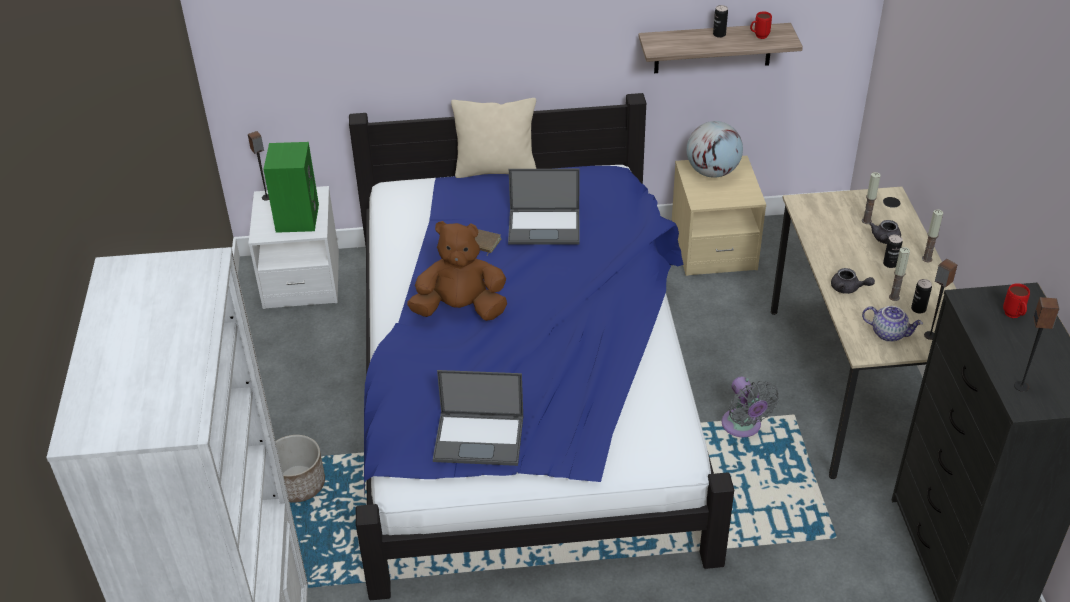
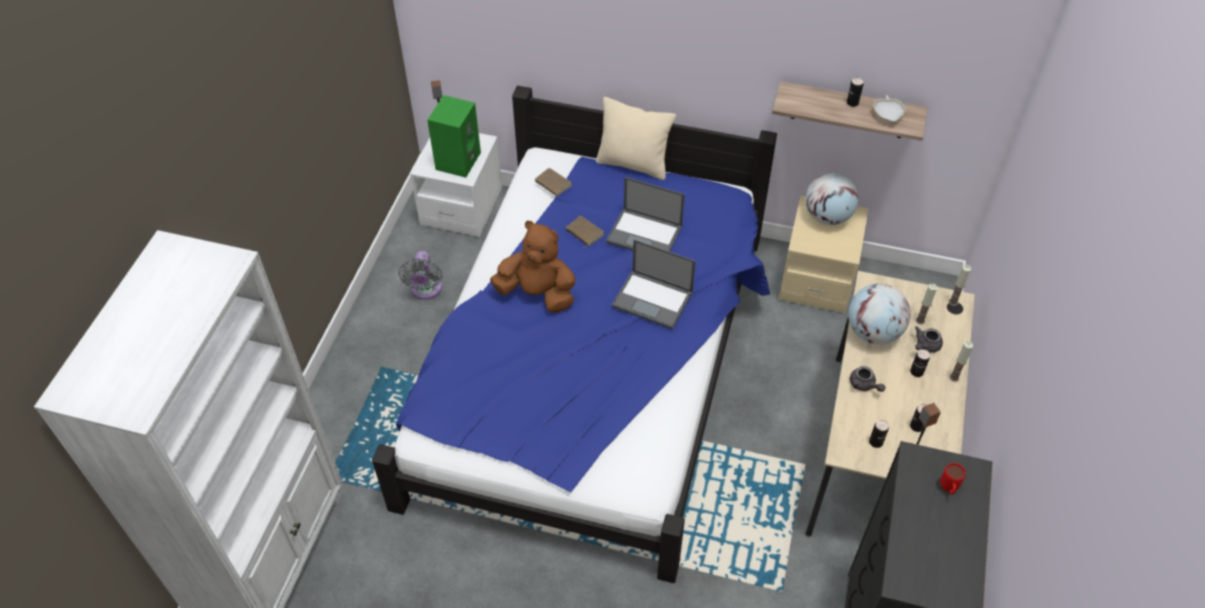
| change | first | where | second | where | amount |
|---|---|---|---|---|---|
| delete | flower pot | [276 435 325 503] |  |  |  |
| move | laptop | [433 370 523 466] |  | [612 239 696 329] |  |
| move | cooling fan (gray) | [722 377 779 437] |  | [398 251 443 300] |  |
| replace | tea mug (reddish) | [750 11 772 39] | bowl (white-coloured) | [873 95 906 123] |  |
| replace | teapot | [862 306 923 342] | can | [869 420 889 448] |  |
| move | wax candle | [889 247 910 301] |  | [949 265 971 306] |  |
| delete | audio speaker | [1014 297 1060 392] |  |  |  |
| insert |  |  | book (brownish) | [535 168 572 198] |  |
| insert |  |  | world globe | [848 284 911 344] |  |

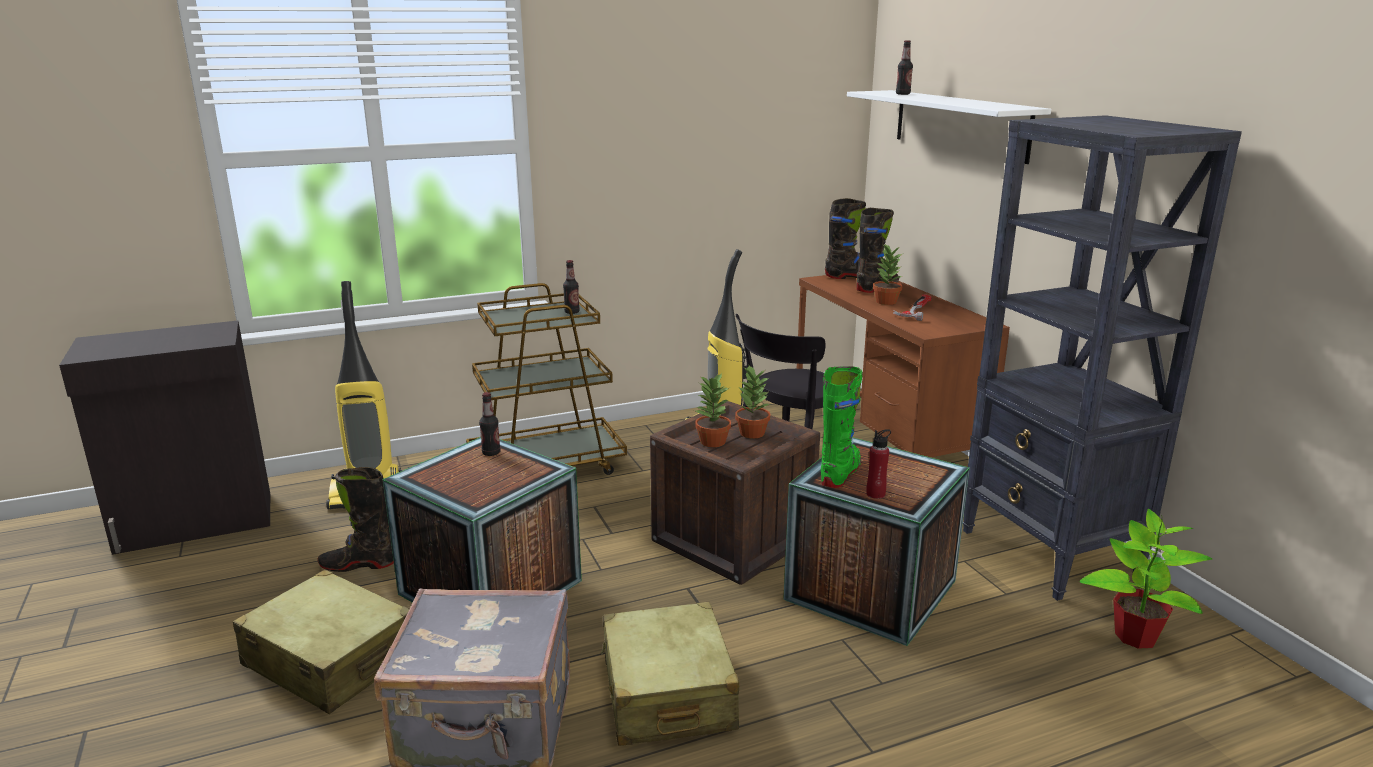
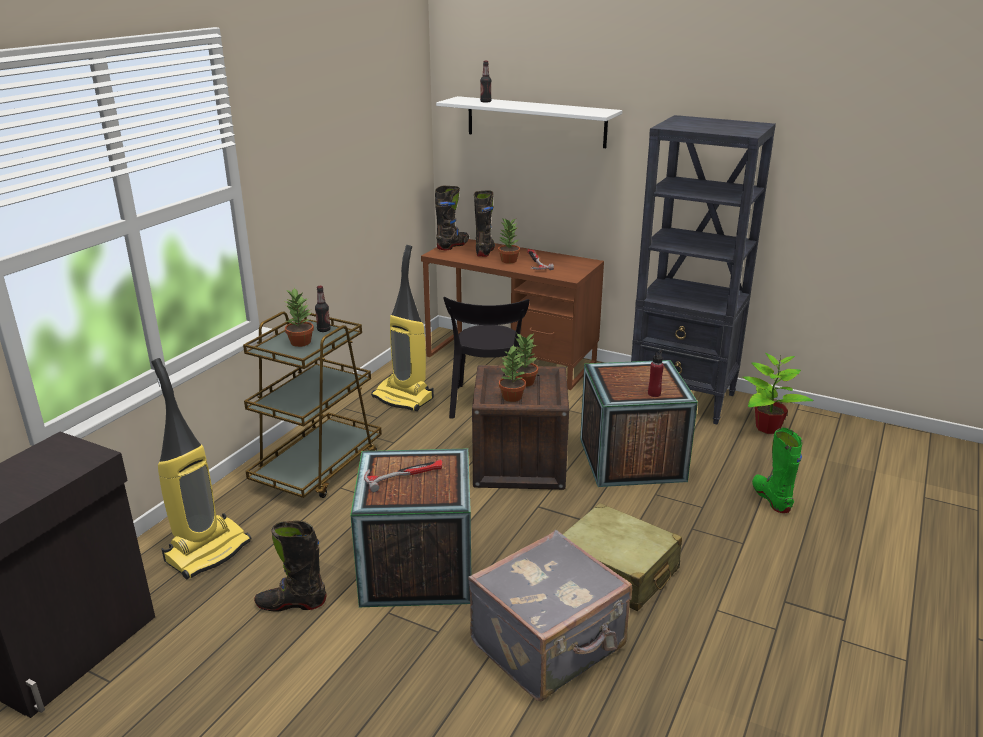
| change | first | where | second | where | amount |
|---|---|---|---|---|---|
| delete | suitcase (sand-coloured) | [233 569 409 714] |  |  |  |
| rotate | boot (black) | [317 467 394 572] |  | [254 521 327 612] | 45 degrees clockwise |
| delete | beverage bottle | [479 392 501 456] |  |  |  |
| move | boot (green-coloured) | [821 366 863 488] |  | [752 428 802 513] |  |
| insert |  |  | houseplant | [285 287 314 347] |  |
| insert |  |  | tool hammer | [364 460 442 492] |  |

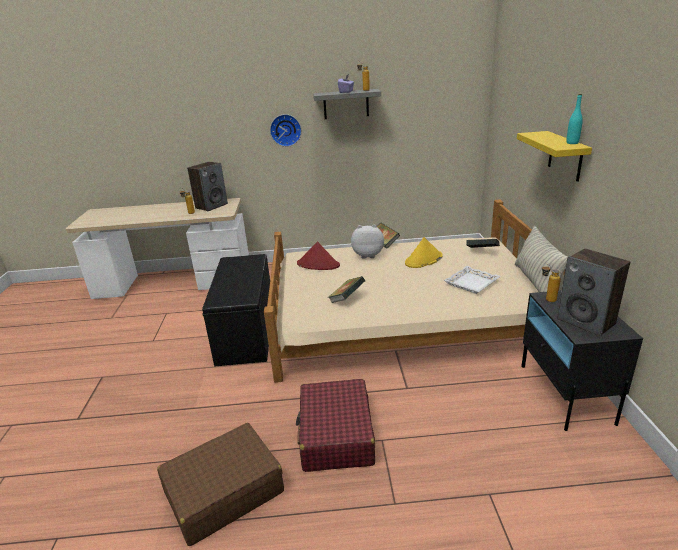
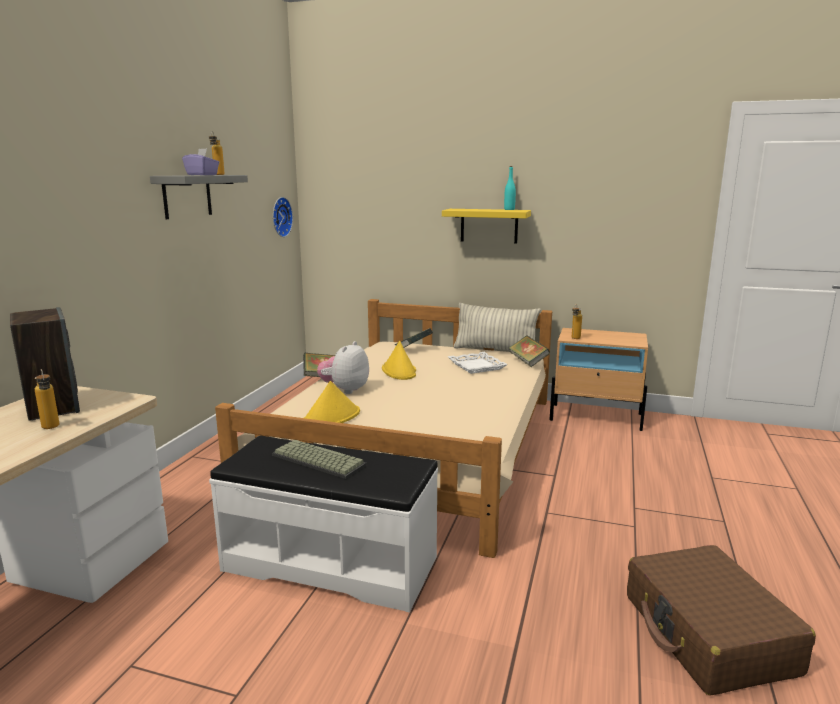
| change | first | where | second | where | amount |
|---|---|---|---|---|---|
| recolor | long seat (black) | [202 254 270 367] | long seat (white-coloured) | [209 436 438 613] |  |
| move | hanging clock | [270 114 302 147] |  | [273 197 293 237] |  |
| delete | suitcase (reddish) | [296 379 375 472] |  |  |  |
| recolor | wearable hat (reddish) | [297 242 340 270] | wearable hat (yellow) | [304 381 360 423] |  |
| move | book | [329 276 365 303] |  | [509 335 550 367] |  |
| recolor | nightstand (black) | [521 290 643 431] | nightstand (sand-coloured) | [549 328 648 431] |  |
| delete | audio speaker | [557 248 630 337] |  |  |  |
| insert |  |  | keyboard | [272 440 367 479] |  |

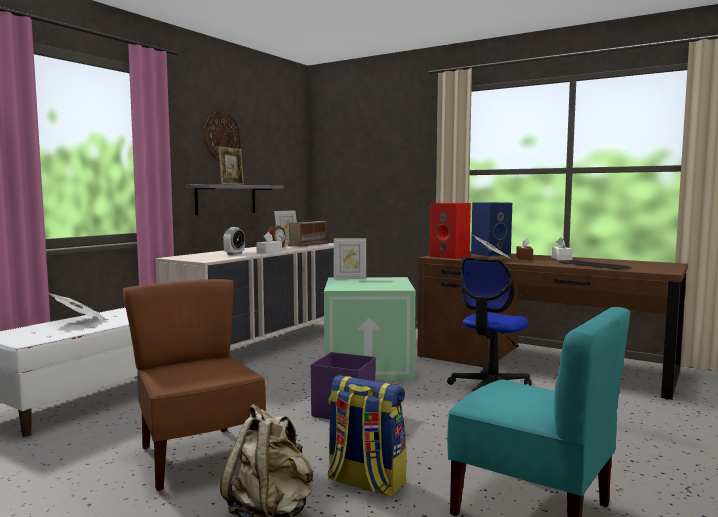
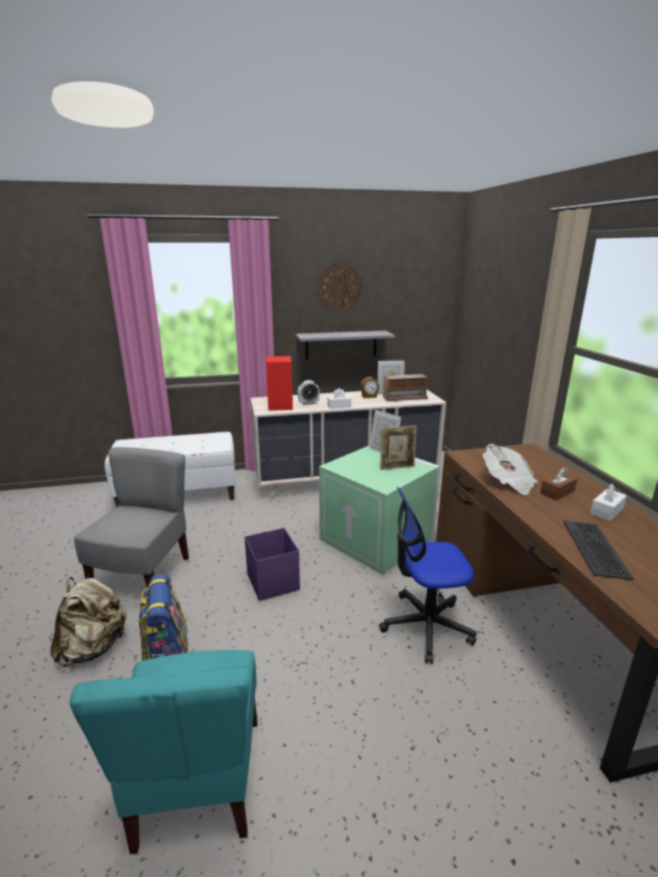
| change | first | where | second | where | amount |
|---|---|---|---|---|---|
| delete | printed paper | [47 293 108 320] |  |  |  |
| recolor | upright chair (brownish) | [123 279 266 491] | upright chair (gray) | [74 447 189 588] |  |
| move | photo frame | [218 146 244 185] |  | [380 426 417 470] |  |
| move | audio speaker (reddish) | [430 203 471 259] |  | [266 356 293 411] |  |
| delete | audio speaker (blue) | [471 202 512 256] |  |  |  |

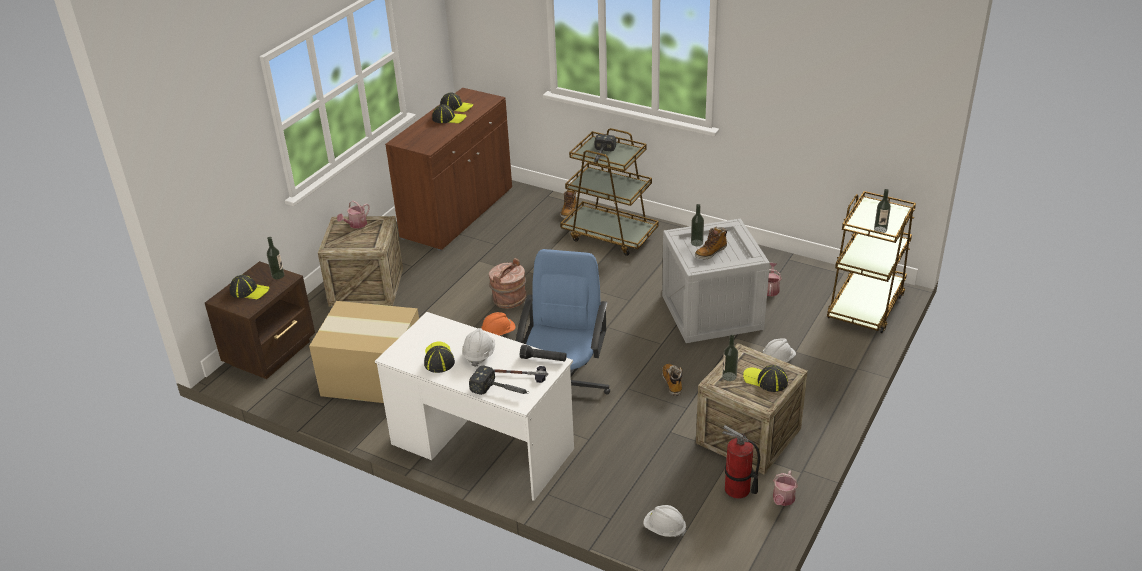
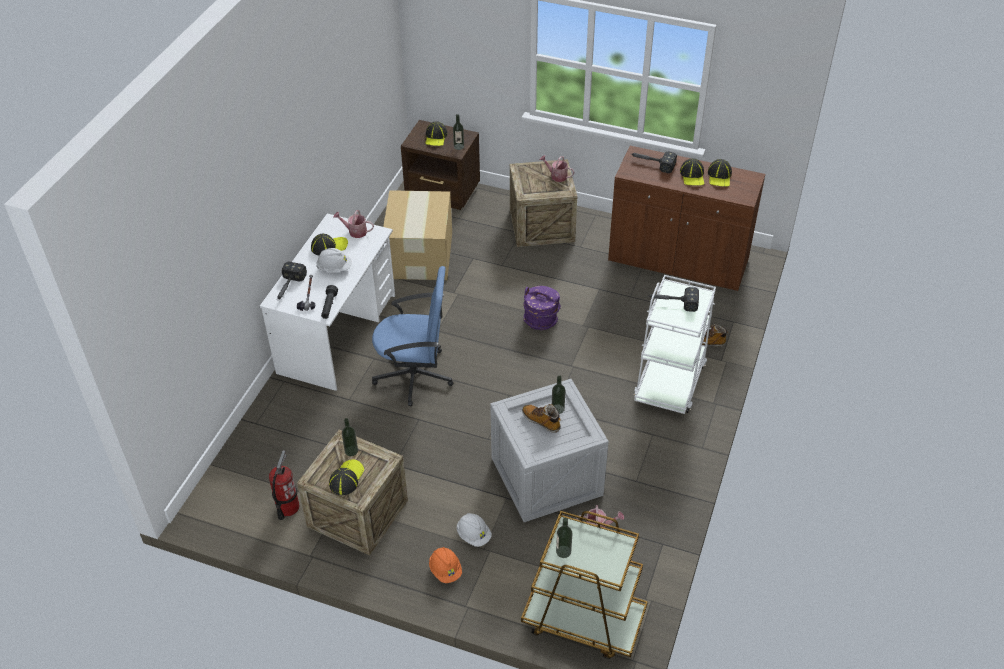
| change | first | where | second | where | amount |
|---|---|---|---|---|---|
| move | safety helmet (orange) | [481 312 516 336] |  | [429 547 462 583] |  |
| recolor | pail (brownish) | [489 258 527 309] | pail (purple-coloured) | [523 286 561 330] |  |
| recolor | trolley (brownish) | [560 128 659 256] | trolley (white-coloured) | [634 275 716 414] |  |
| delete | safety helmet (white-coloured) | [643 505 687 537] |  |  |  |
| delete | boot | [662 363 682 396] |  |  |  |
| move | watering pot | [773 470 798 506] |  | [333 210 374 238] |  |
| insert |  |  | tool hammer | [630 151 677 173] |  |

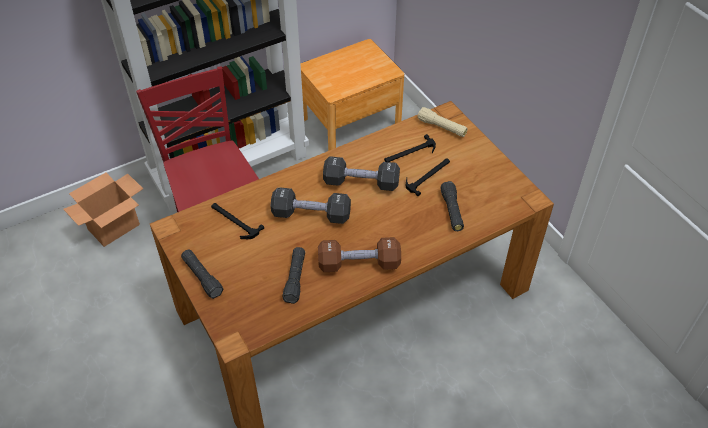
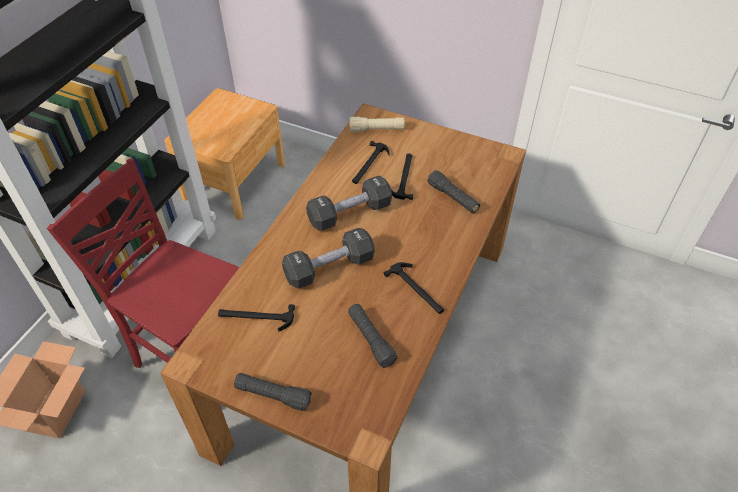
| change | first | where | second | where | amount |
|---|---|---|---|---|---|
| replace | dumbbell (brownish) | [318 237 401 272] | tool hammer | [384 262 444 314] |  |

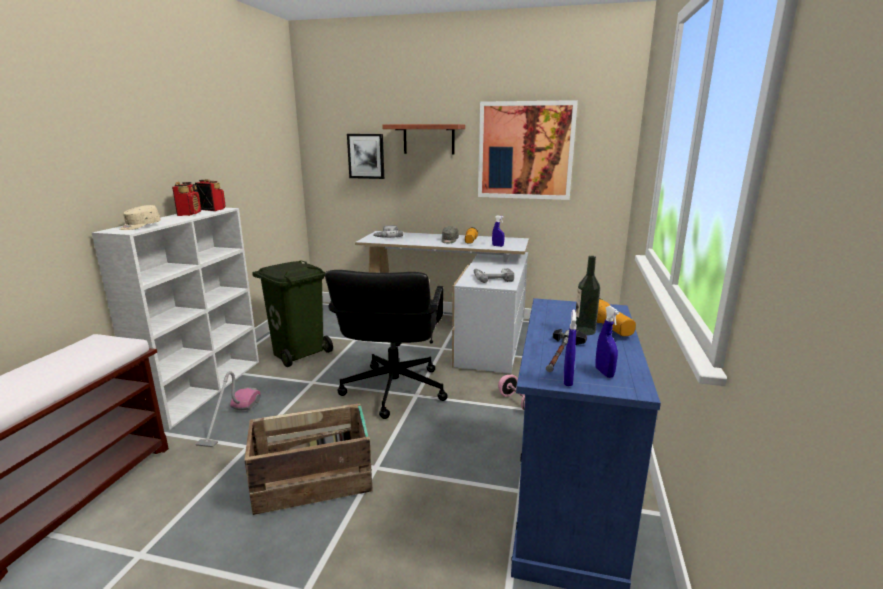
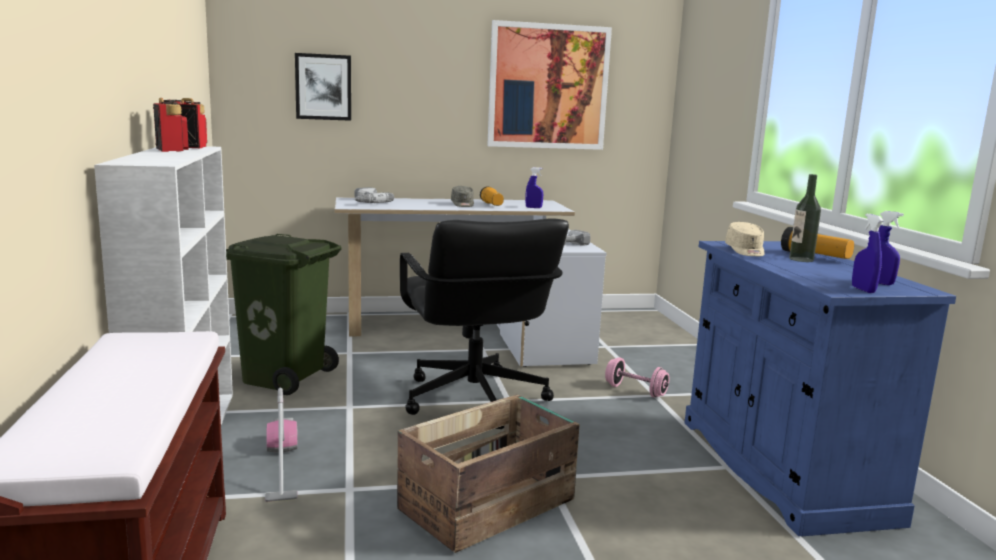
| change | first | where | second | where | amount |
|---|---|---|---|---|---|
| move | peaked cap (sand-coloured) | [120 205 161 230] |  | [725 222 765 256] |  |
| delete | wall shelf | [382 124 465 154] |  |  |  |
| delete | tool hammer | [546 329 587 372] |  |  |  |

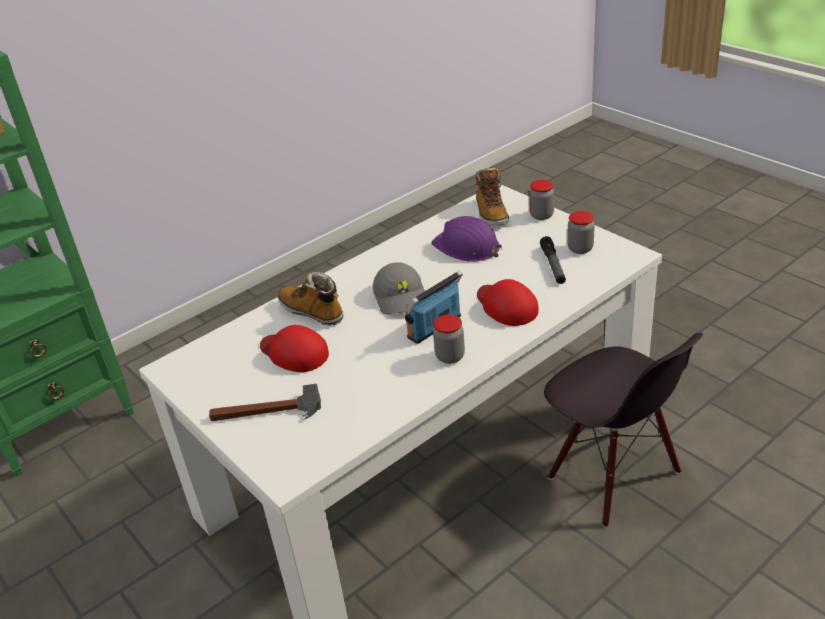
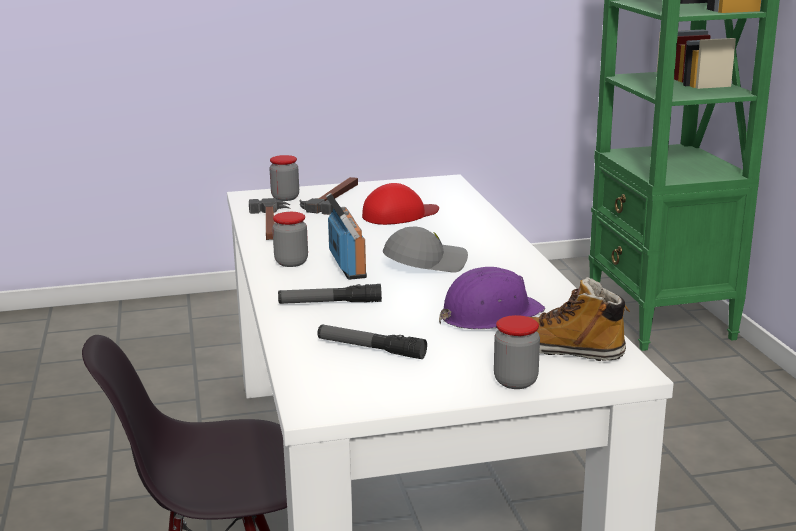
| change | first | where | second | where | amount |
|---|---|---|---|---|---|
| delete | boot | [278 272 344 325] |  |  |  |
| rotate | peaked cap (gray) | [373 262 425 315] |  | [383 227 468 273] | 150 degrees clockwise |
| replace | peaked cap (reddish) | [477 279 538 326] | flashlight | [278 284 382 304] |  |
| move | storage jar | [567 211 595 254] |  | [269 155 299 201] |  |
| insert |  |  | tool hammer | [249 198 290 240] |  |

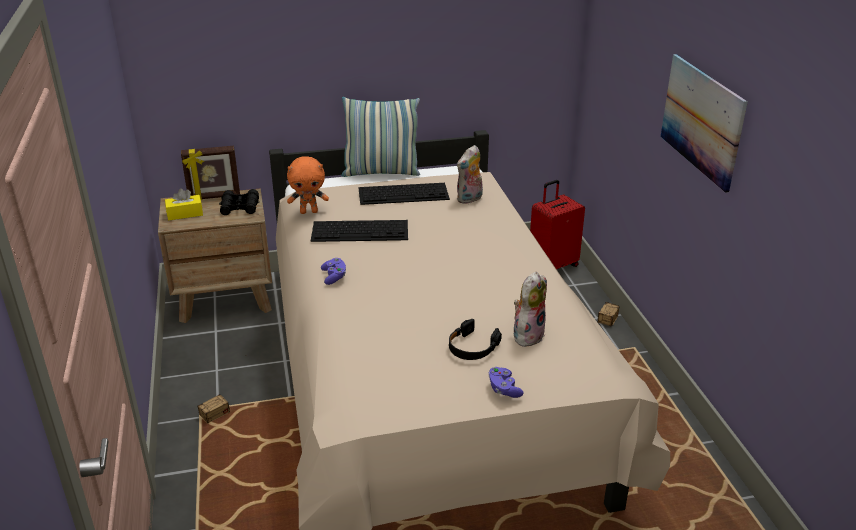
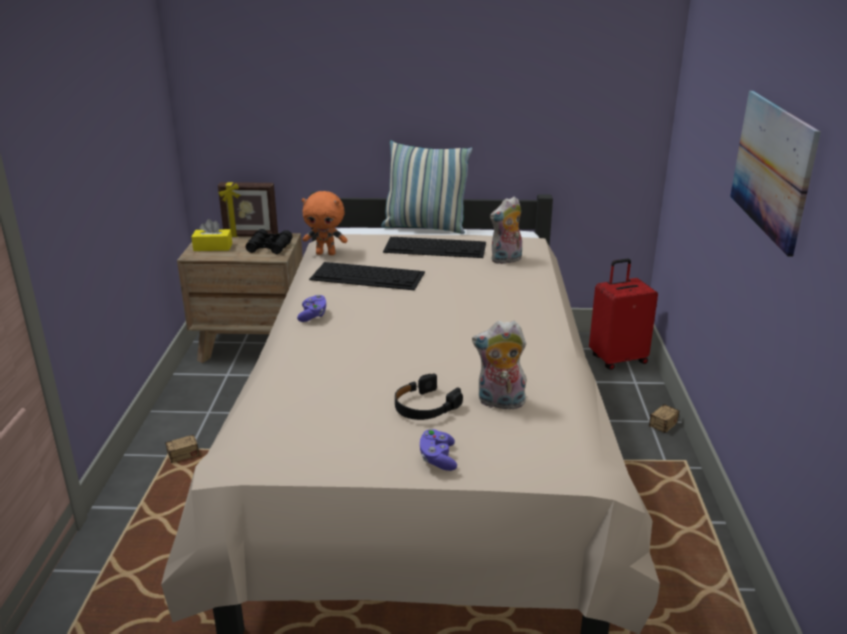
| change | first | where | second | where | amount |
|---|---|---|---|---|---|
| rotate | cuddly toy | [514 272 547 347] |  | [472 321 527 409] | 135 degrees counterclockwise |

